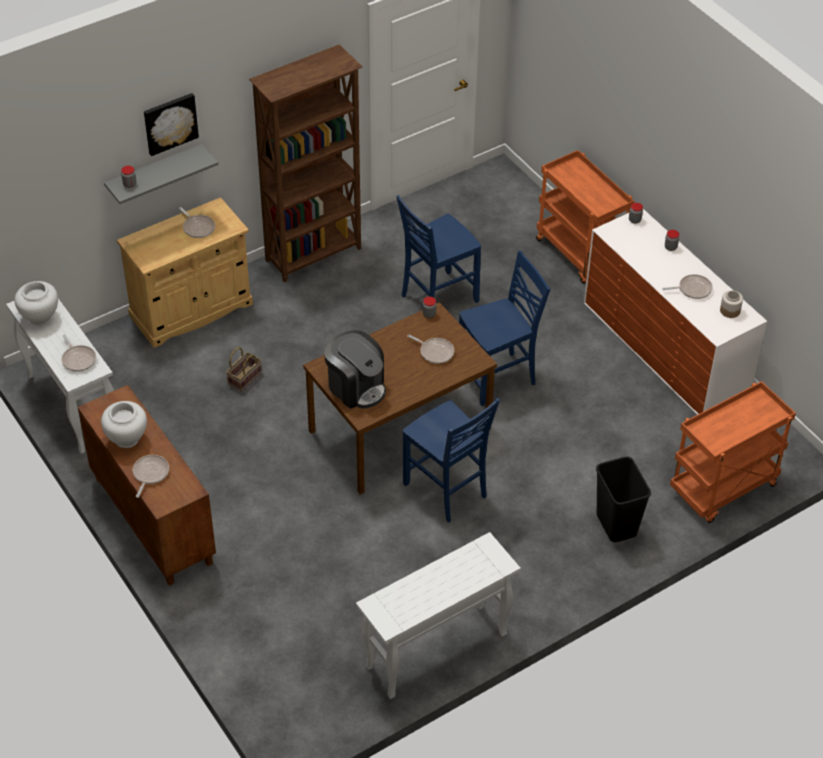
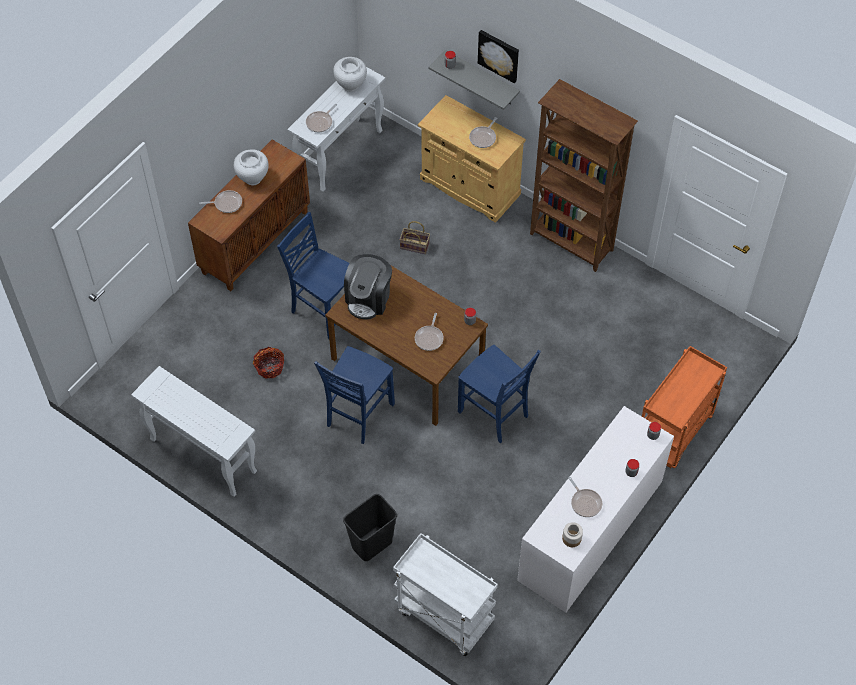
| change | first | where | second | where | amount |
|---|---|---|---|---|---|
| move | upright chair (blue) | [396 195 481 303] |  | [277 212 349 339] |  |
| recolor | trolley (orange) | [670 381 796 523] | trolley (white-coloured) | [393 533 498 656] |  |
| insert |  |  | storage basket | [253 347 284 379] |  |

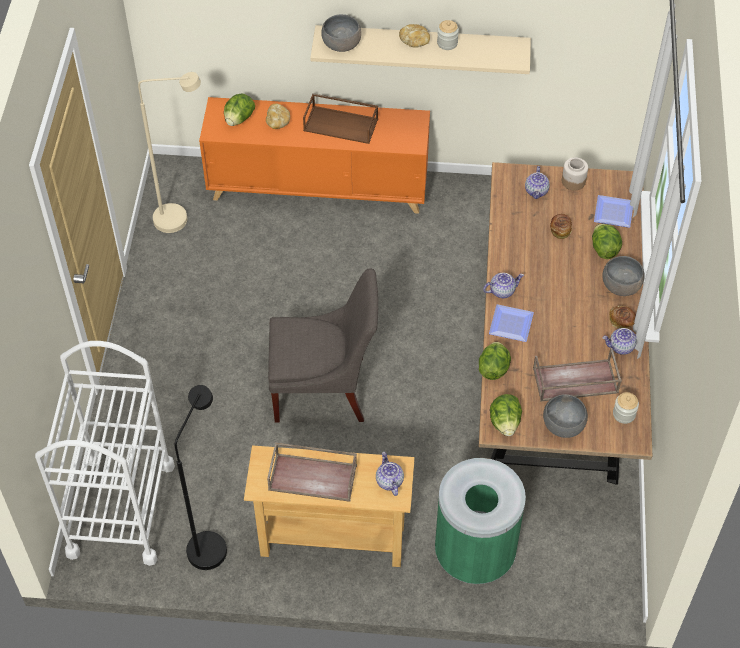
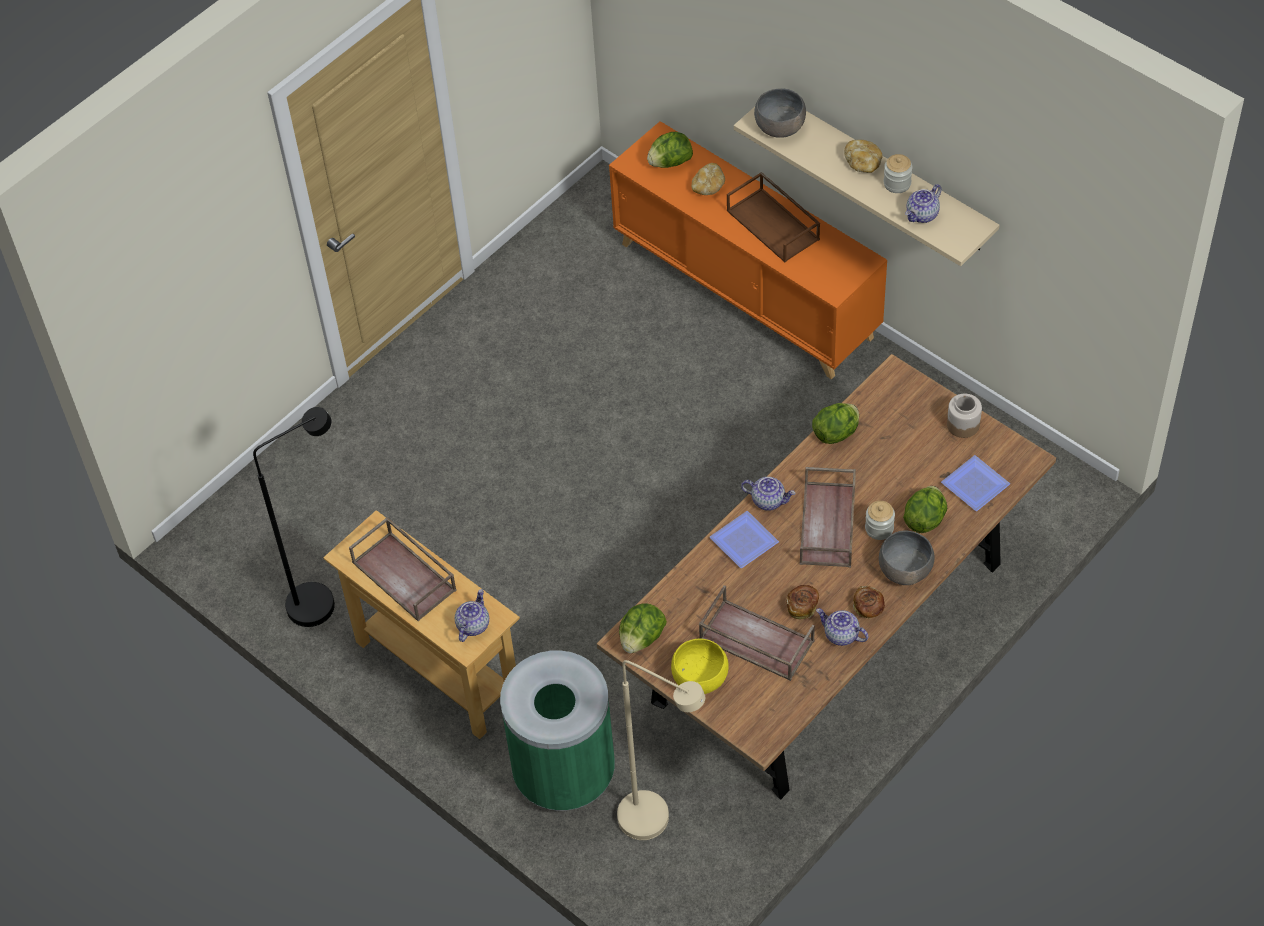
| change | first | where | second | where | amount |
|---|---|---|---|---|---|
| delete | trolley (white-coloured) | [35 341 175 566] |  |  |  |
| move | standing lamp (sand-coloured) | [138 72 201 233] |  | [617 660 705 840] |  |
| delete | upright chair (gray) | [268 269 378 423] |  |  |  |
| move | lettuce | [479 342 511 380] |  | [812 403 859 444] |  |
| move | teapot | [525 166 550 199] |  | [905 184 941 223] |  |
| recolor | bowl (gray) | [543 394 588 438] | bowl (yellow) | [671 639 729 694] |  |
| move | baked bread | [550 214 572 239] |  | [786 585 819 620] |  |
| move | storage jar | [613 392 639 424] |  | [865 501 895 540] |  |
| insert |  |  | tray (brownish) | [800 467 856 568] |  |

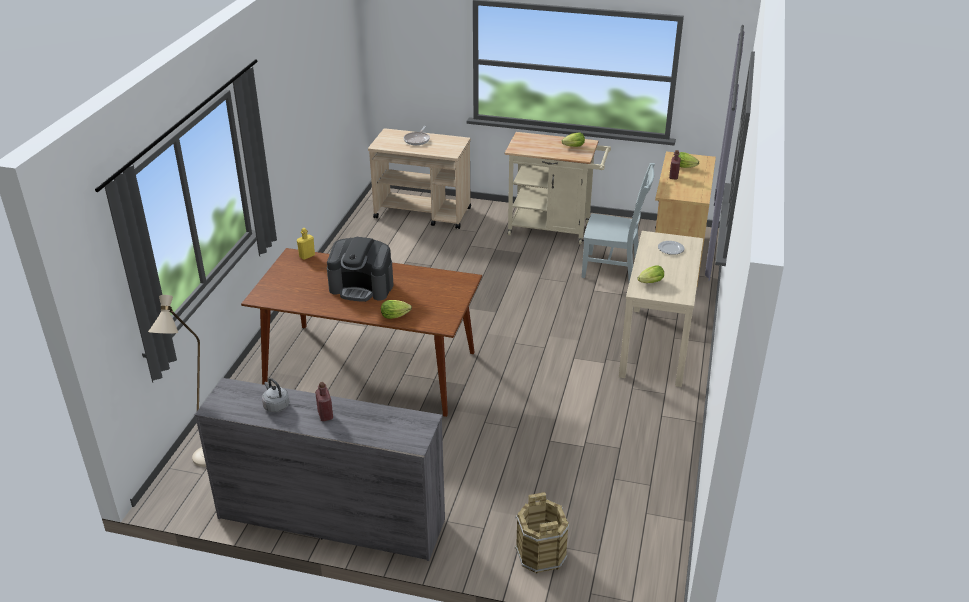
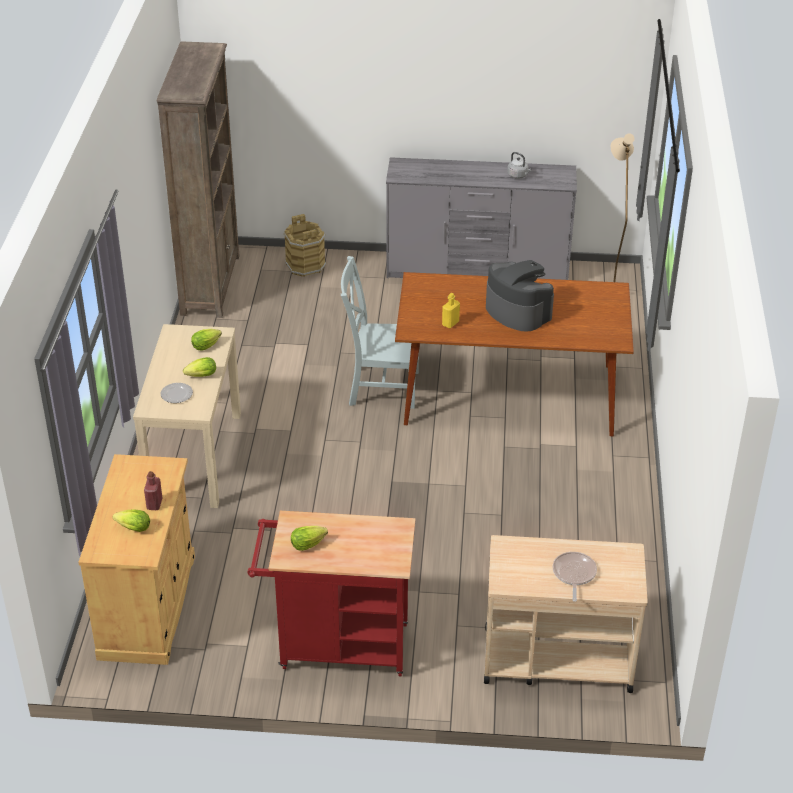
| change | first | where | second | where | amount |
|---|---|---|---|---|---|
| move | beverage bottle (yellow) | [297 228 315 260] |  | [442 293 460 328] |  |
| delete | beverage bottle (reddish) | [315 382 333 421] |  |  |  |
| rotate | coffee maker | [327 237 393 302] |  | [486 260 554 331] | 45 degrees clockwise |
| move | lettuce | [381 300 412 319] |  | [183 357 216 377] |  |
| recolor | trolley (sand-coloured) | [505 132 611 244] | trolley (reddish) | [247 511 416 676] |  |
| move | upright chair (gray) | [582 163 655 282] |  | [341 256 419 409] |  |
| insert |  |  | bookcase (brownish) | [157 41 239 318] |  |

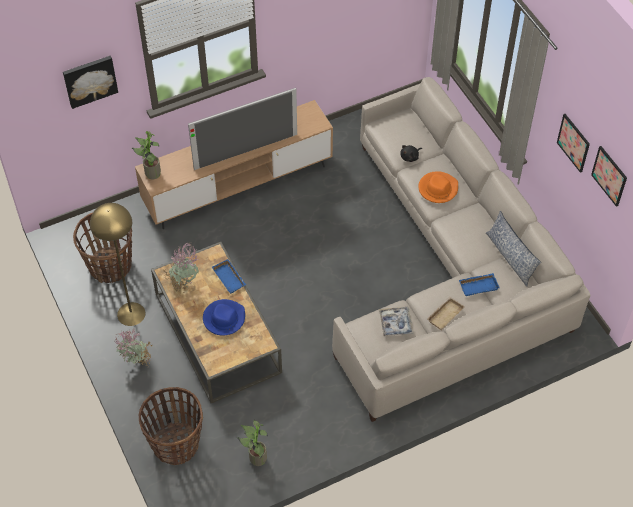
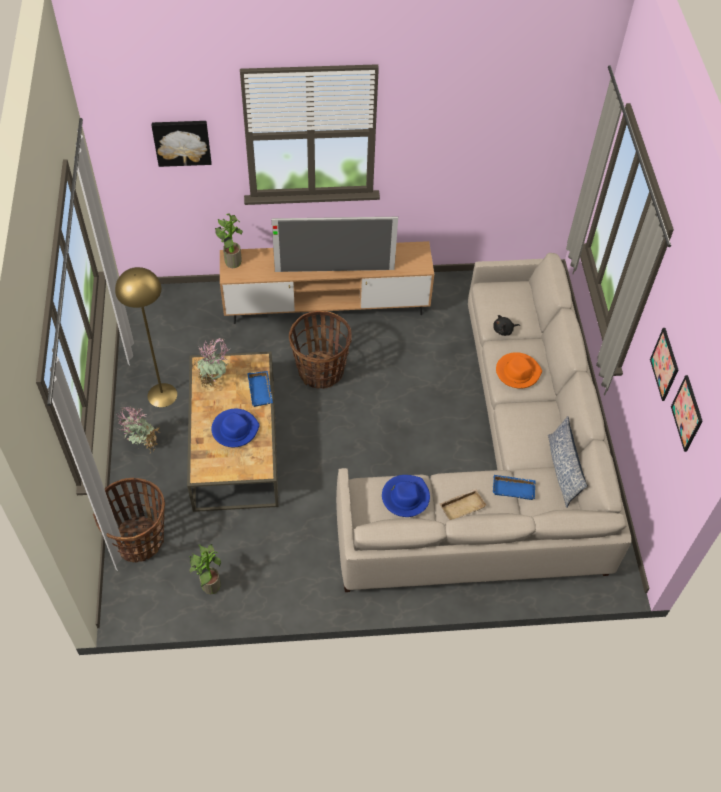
| change | first | where | second | where | amount |
|---|---|---|---|---|---|
| move | storage basket | [73 213 132 283] |  | [289 310 352 389] |  |
| replace | tray | [379 307 413 336] | wearable hat (blue) | [382 475 430 517] |  |

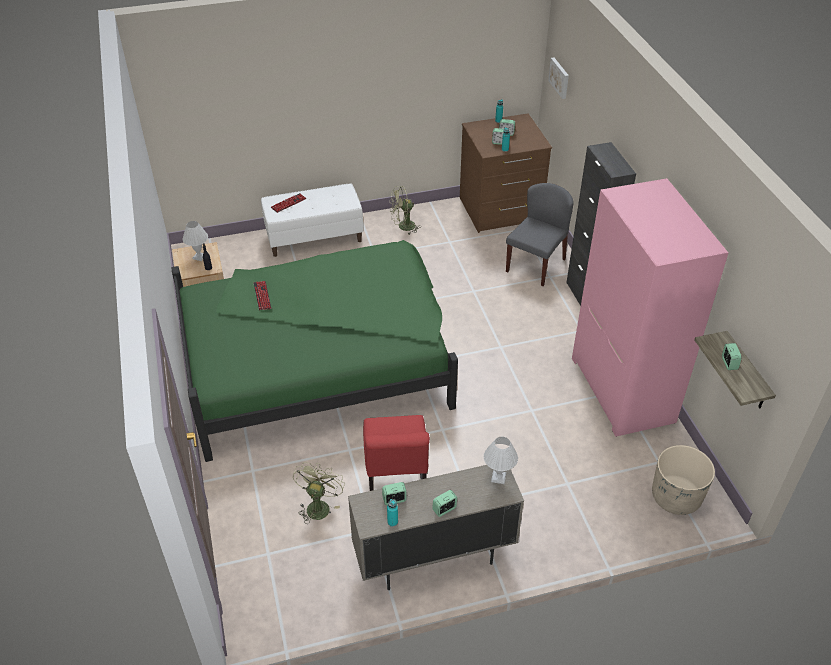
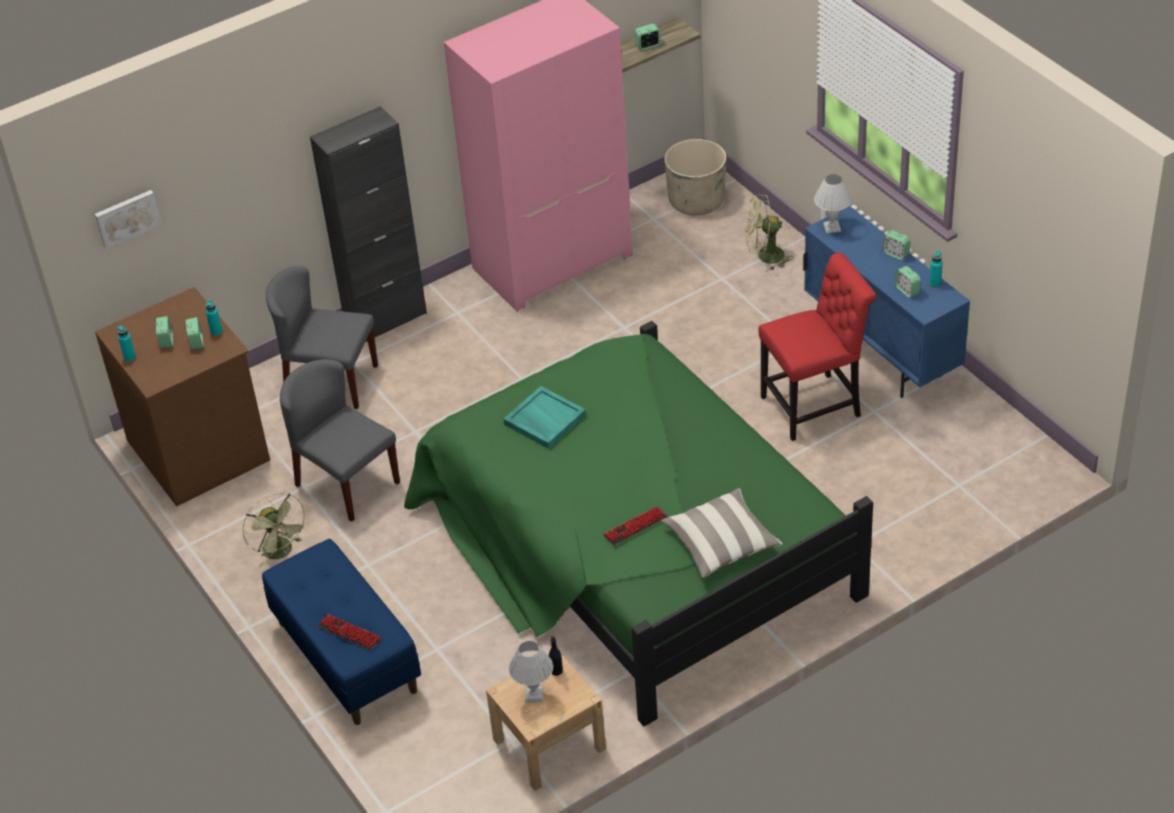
| change | first | where | second | where | amount |
|---|---|---|---|---|---|
| recolor | long seat (white-coloured) | [261 183 364 257] | long seat (blue) | [262 539 421 725] |  |
| move | cooling fan (green-coloured) | [293 462 345 524] |  | [746 195 793 271] |  |
| recolor | storage cabinet (sand-coloured) | [348 465 524 590] | storage cabinet (blue) | [803 206 970 398] |  |
| insert |  |  | upright chair (gray) | [280 359 400 522] |  |
| insert |  |  | tray (blue-green) | [504 386 586 449] |  |
| insert |  |  | throw pillow | [660 488 782 579] |  |

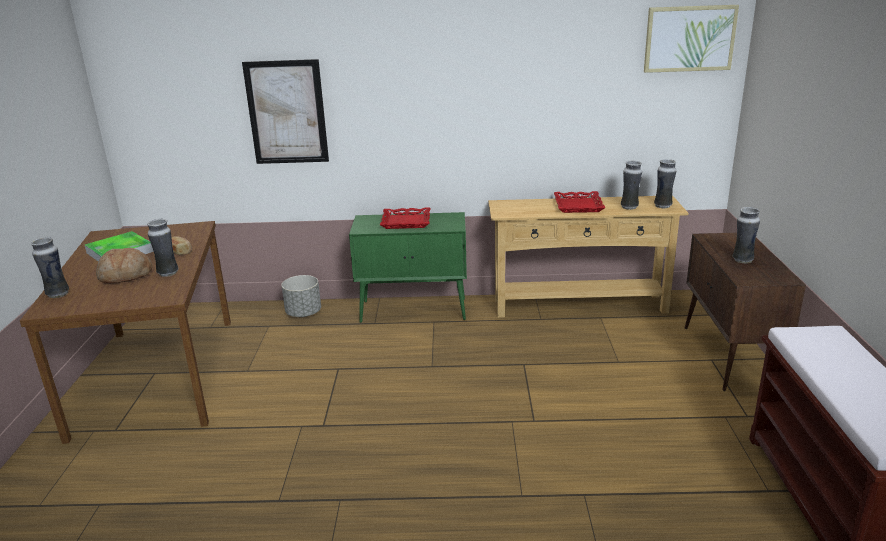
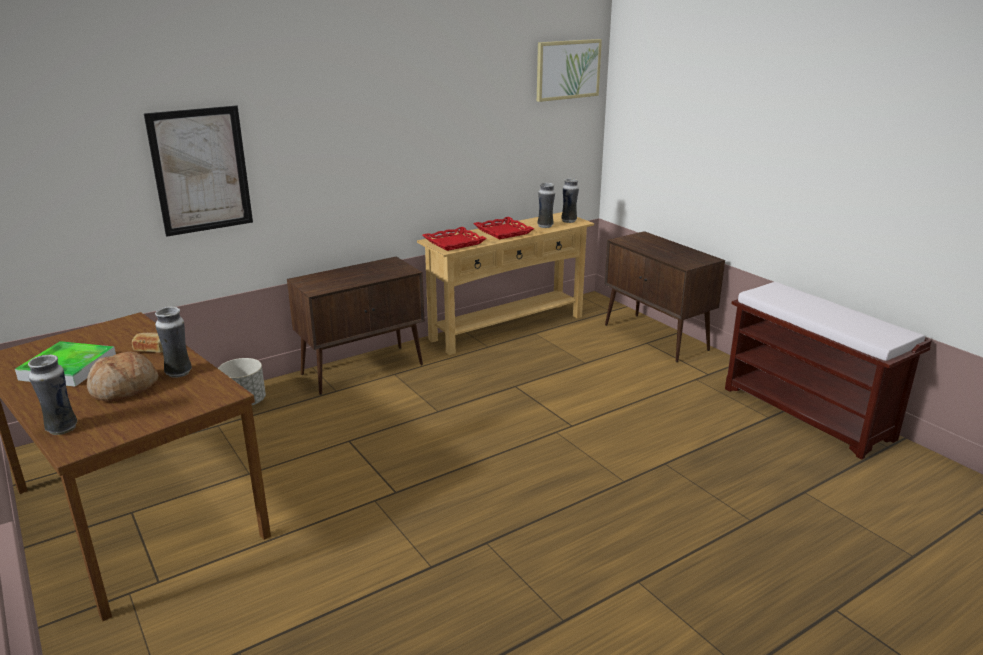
| change | first | where | second | where | amount |
|---|---|---|---|---|---|
| recolor | storage cabinet (green-coloured) | [349 212 467 323] | storage cabinet (brownish) | [287 257 424 395] |  |
| move | tray (reddish) | [380 207 431 229] |  | [422 227 487 251] |  |
| delete | flower vase | [733 207 760 263] |  |  |  |

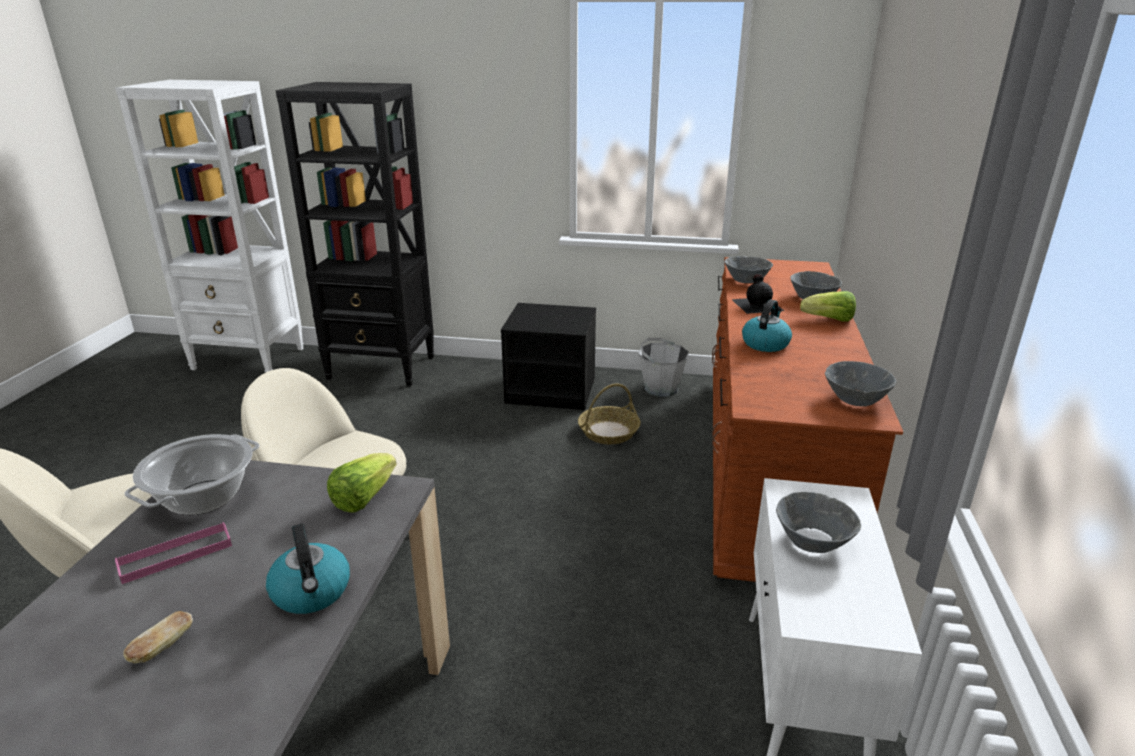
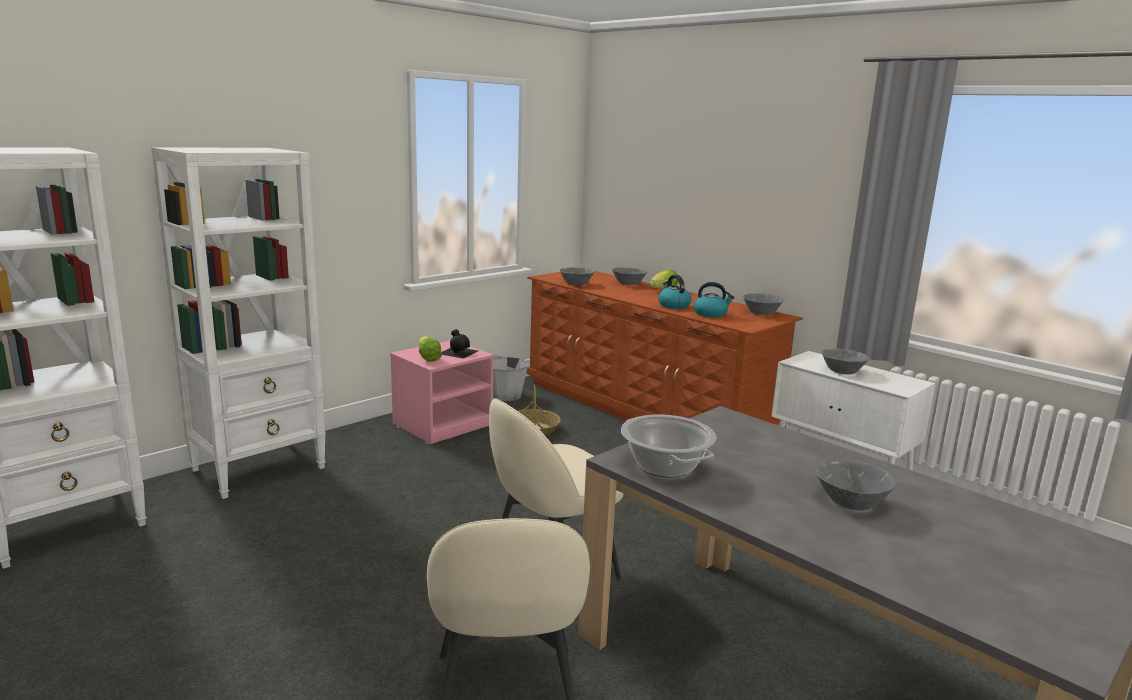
| change | first | where | second | where | amount |
|---|---|---|---|---|---|
| delete | tray (pinkish) | [115 522 232 584] |  |  |  |
| replace | baked bread | [123 611 193 663] | bowl (gray) | [816 459 896 511] |  |
| move | water kettle | [266 524 350 614] |  | [694 282 735 317] |  |
| recolor | bookcase (black) | [276 82 434 387] | bookcase (white-coloured) | [151 147 326 499] |  |
| move | lettuce | [327 453 396 513] |  | [418 336 442 362] |  |
| recolor | nightstand (black) | [501 303 596 410] | nightstand (pinkish) | [390 341 494 444] |  |
| move | beverage bottle (black) | [731 274 784 314] |  | [441 329 478 359] |  |

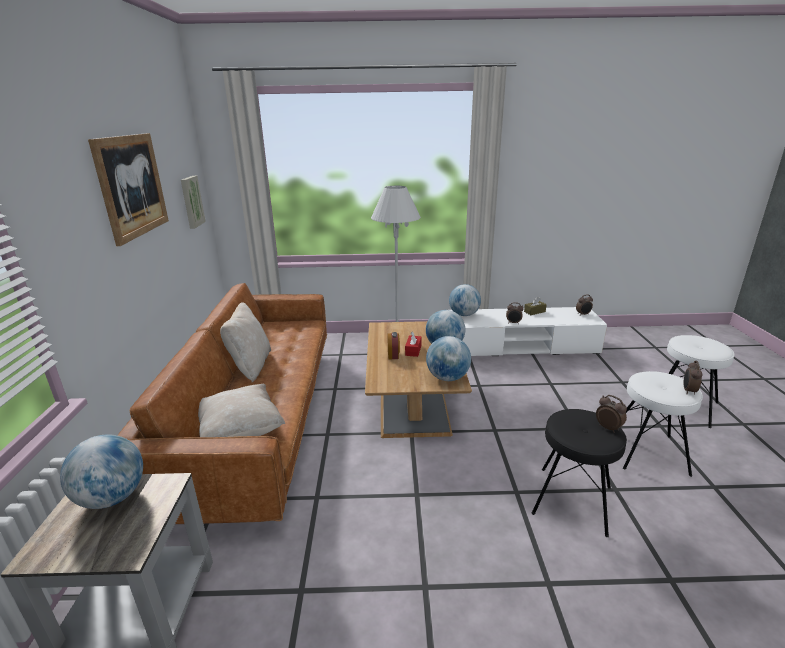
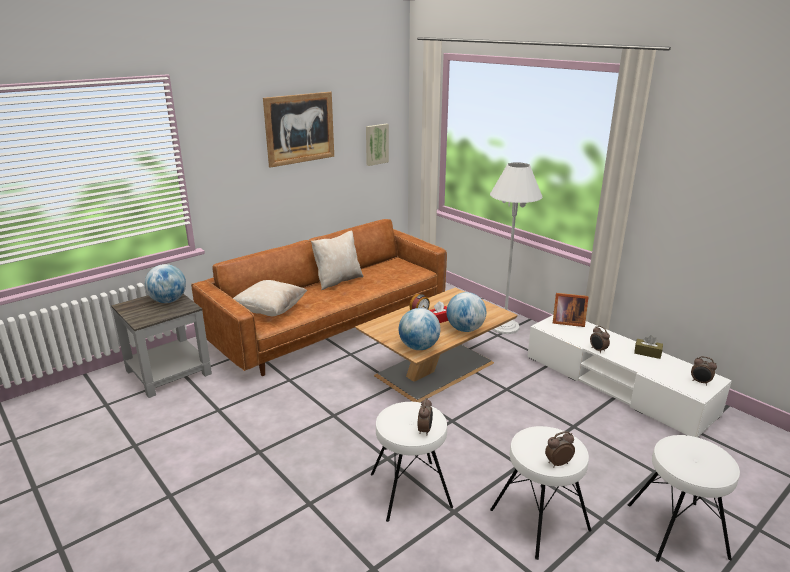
| change | first | where | second | where | amount |
|---|---|---|---|---|---|
| replace | world globe | [449 284 481 316] | photo frame | [553 293 589 327] |  |
| recolor | stool (black) | [532 409 627 537] | stool (white-coloured) | [371 402 453 522] |  |

